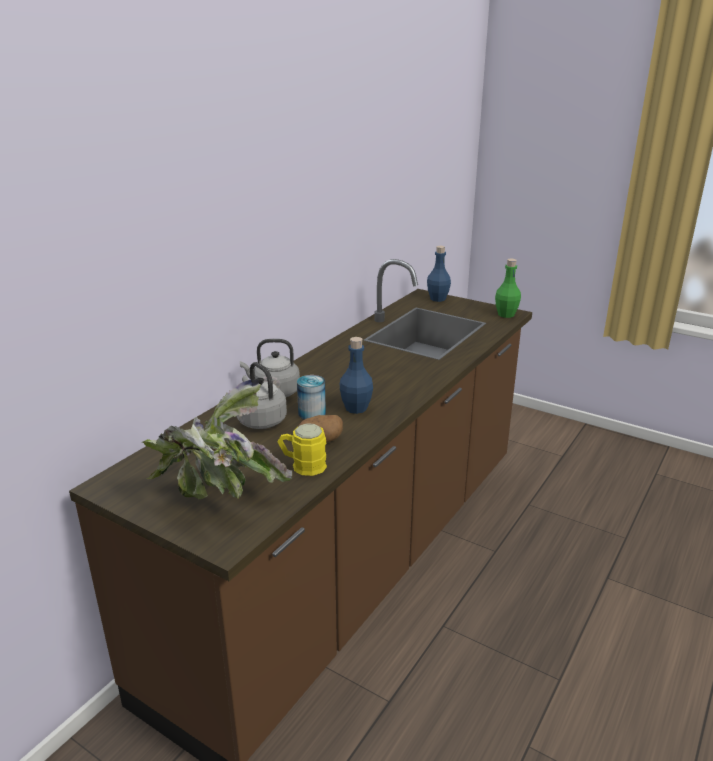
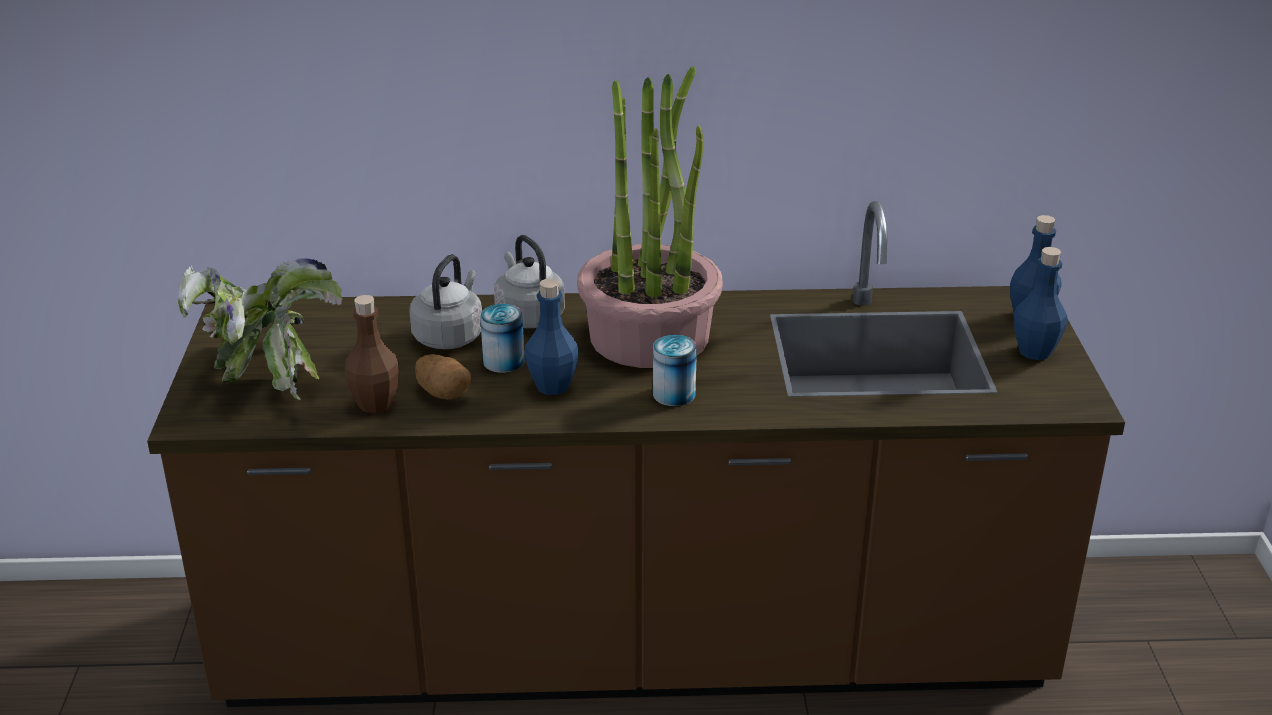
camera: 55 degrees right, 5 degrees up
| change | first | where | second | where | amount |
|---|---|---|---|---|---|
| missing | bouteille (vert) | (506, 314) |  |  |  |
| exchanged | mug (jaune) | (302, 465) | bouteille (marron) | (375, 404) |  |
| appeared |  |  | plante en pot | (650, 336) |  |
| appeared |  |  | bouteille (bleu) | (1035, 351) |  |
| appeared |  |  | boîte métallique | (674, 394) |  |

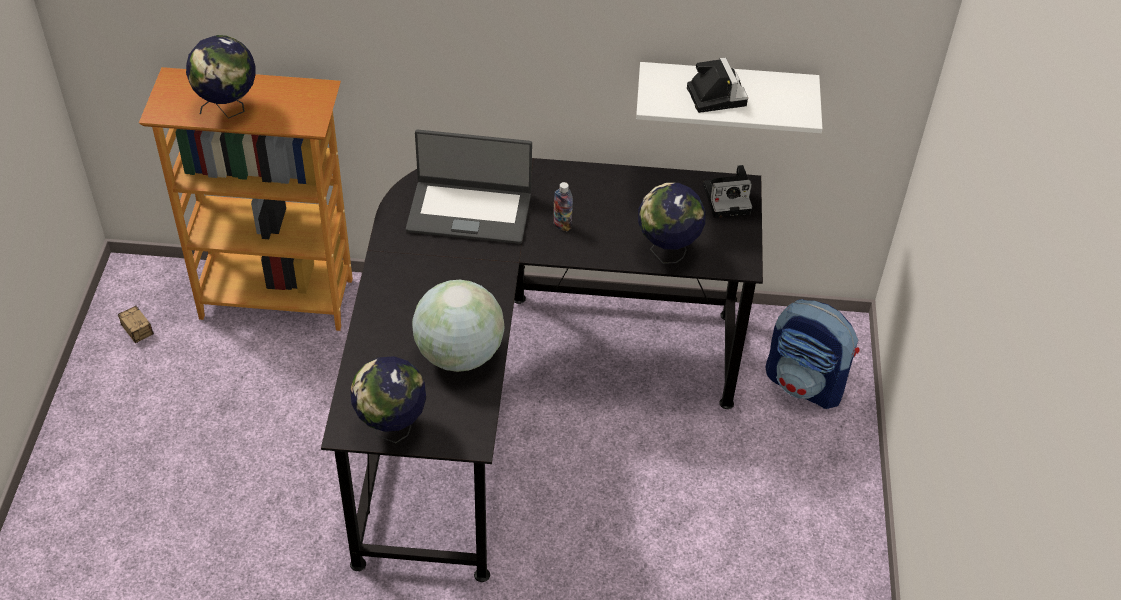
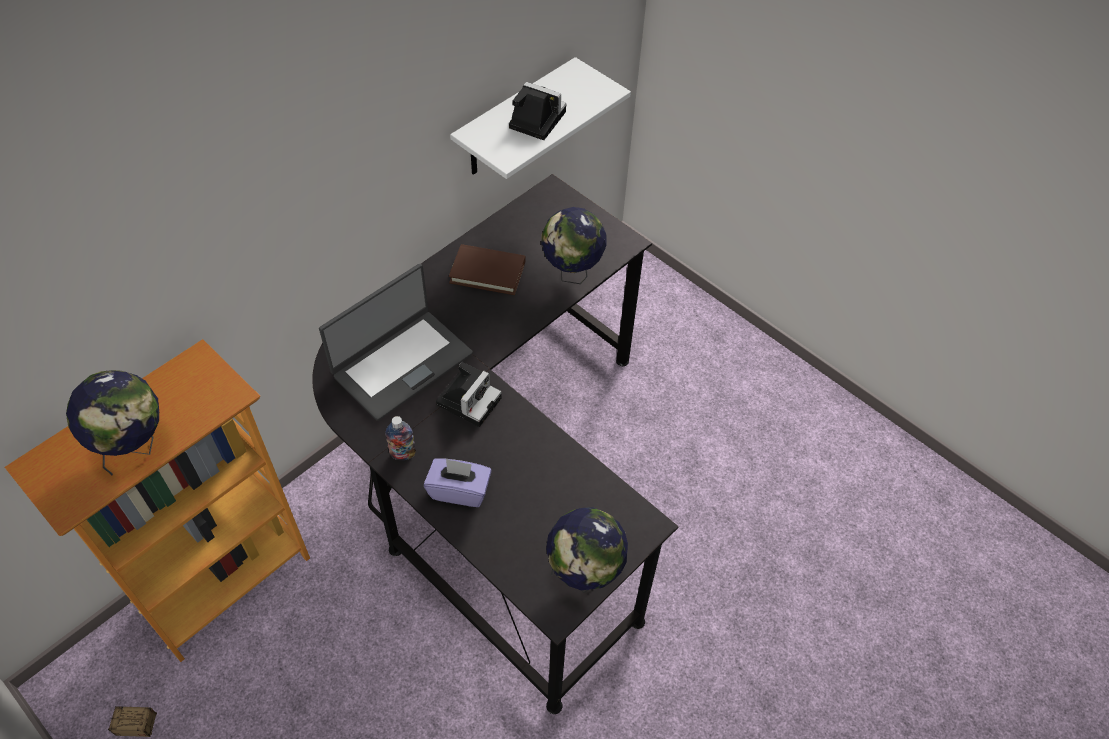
camera: 50 degrees left, 5 degrees up
| change | first | where | second | where | amount |
|---|---|---|---|---|---|
| relocated | appareil photo | (728, 198) |  | (469, 399) |  |
| relocated | bouteille | (562, 225) |  | (403, 454) |  |
| missing | globe | (459, 354) |  |  |  |
| missing | sac à dos | (805, 384) |  |  |  |
| appeared |  |  | livre (marron) | (487, 272) |  |
| appeared |  |  | boîte à mouchoirs (violet) | (459, 490) |  |

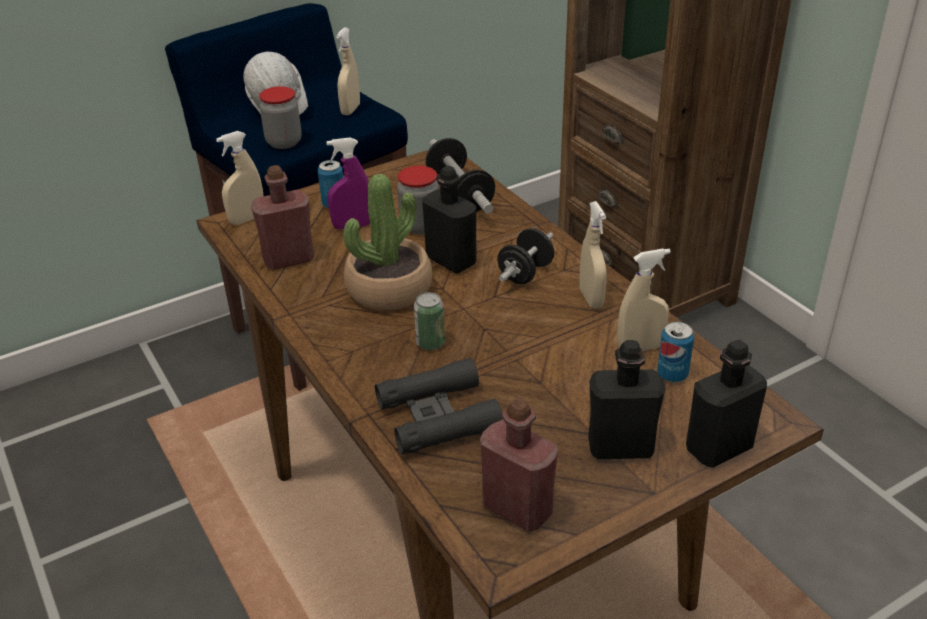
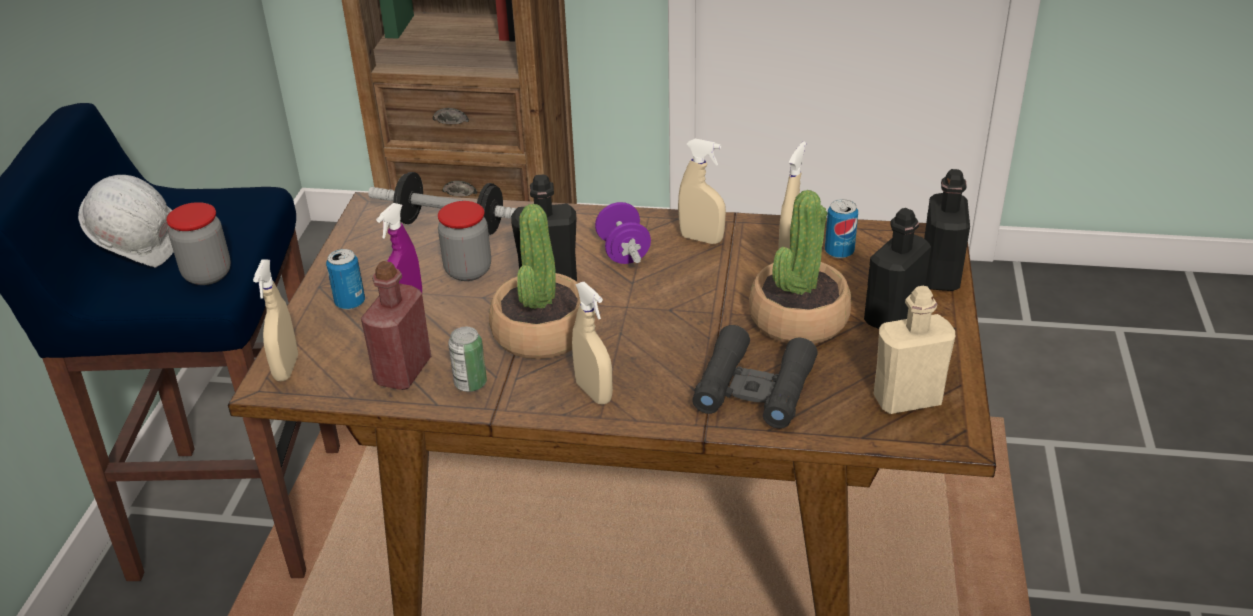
camera: 50 degrees left, 0 degrees up
| change | first | where | second | where | amount |
|---|---|---|---|---|---|
| relocated | vaporisateur (beige) | (350, 110) |  | (593, 392) |  |
| colour | haltère (noir) | (525, 273) | haltère (violet) | (623, 252) |  |
| relocated | boîte métallique | (430, 343) |  | (470, 383) |  |
| colour | bouteille (rouge) | (517, 509) | bouteille (beige) | (907, 399) |  |
| appeared |  |  | plante en pot | (798, 319) |  |

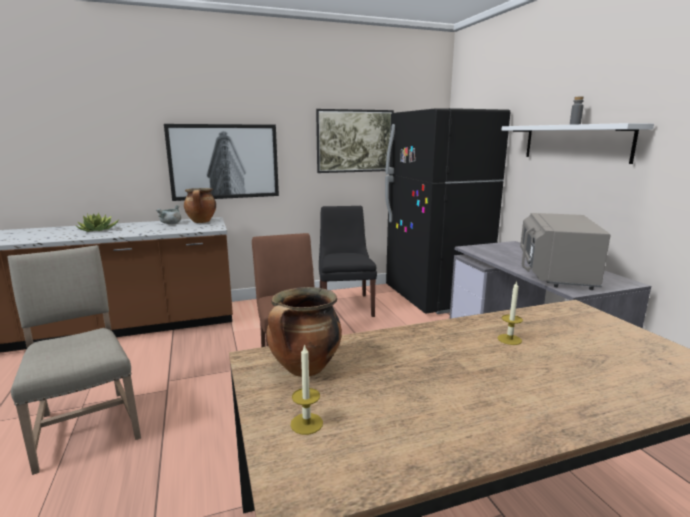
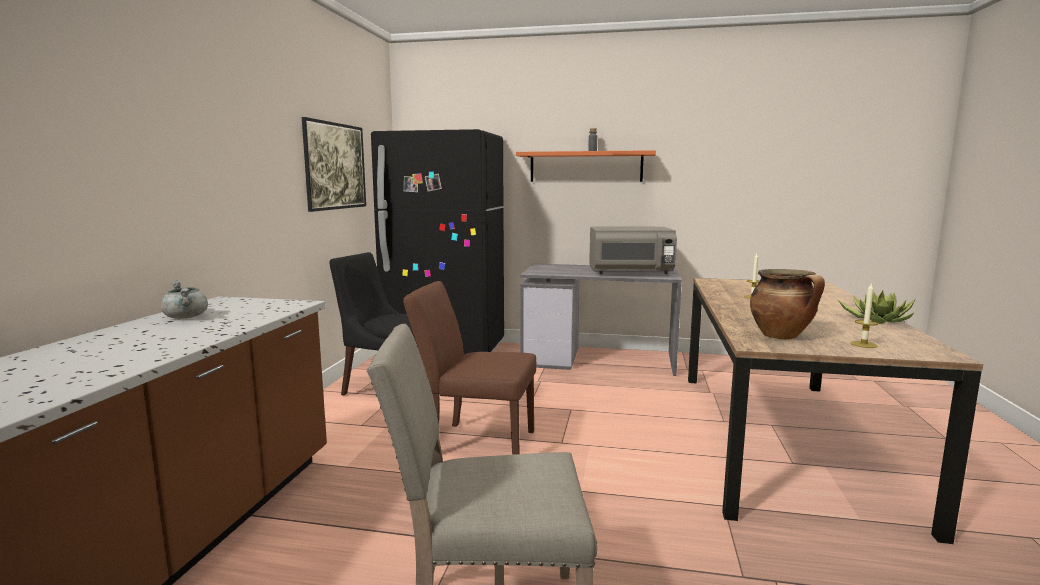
camera: 60 degrees left, 5 degrees down
| change | first | where | second | where | amount |
|---|---|---|---|---|---|
| colour | étagère (blanc) | (575, 142) | étagère (orange) | (586, 167) |  |
| missing | tableau | (224, 161) |  |  |  |
| missing | marmite | (202, 222) |  |  |  |
| relocated | plante en pot | (98, 230) |  | (876, 320) |  |
| spun | micro-ondes (gris) | (554, 274) |  | (630, 273) | 45 degrees counterclockwise |

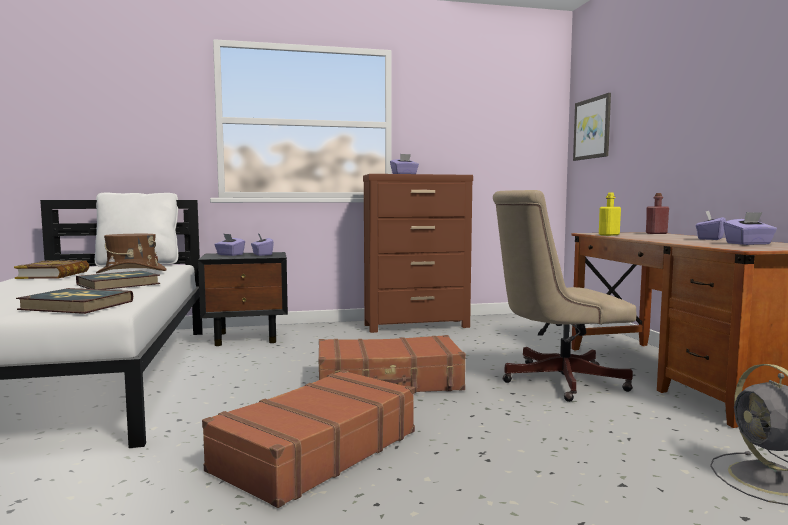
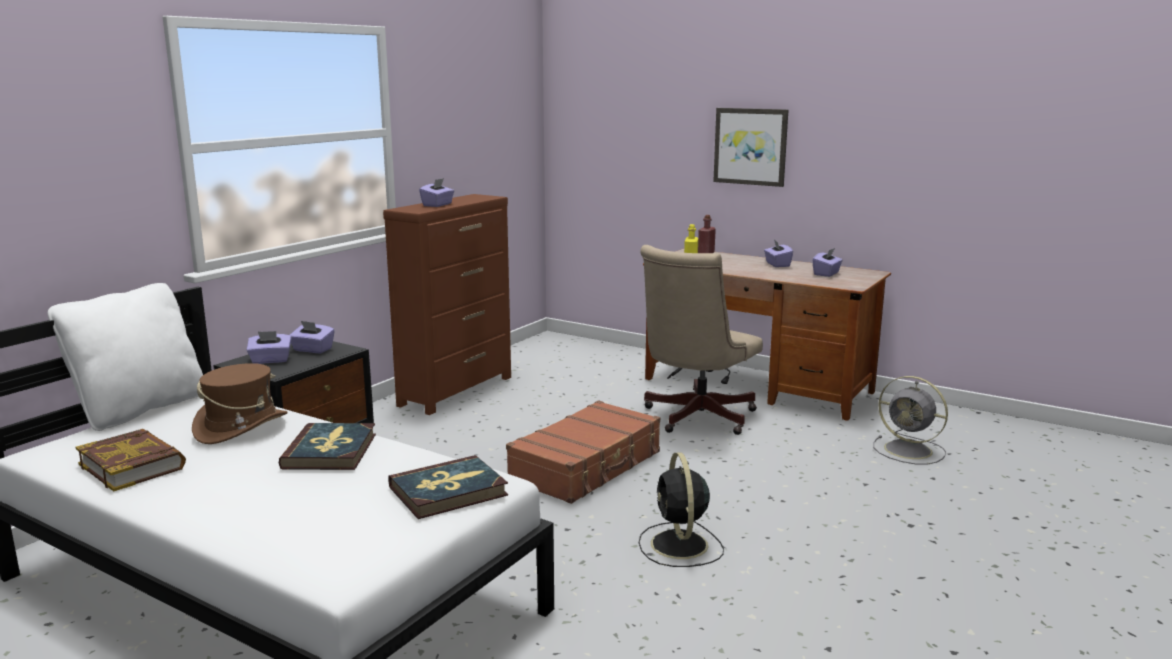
camera: 45 degrees left, 10 degrees up
| change | first | where | second | where | amount |
|---|---|---|---|---|---|
| relocated | tableau | (592, 128) |  | (750, 146) |  |
| exchanged | valise (marron) | (315, 451) | ventilateur (noir) | (680, 546) |  |

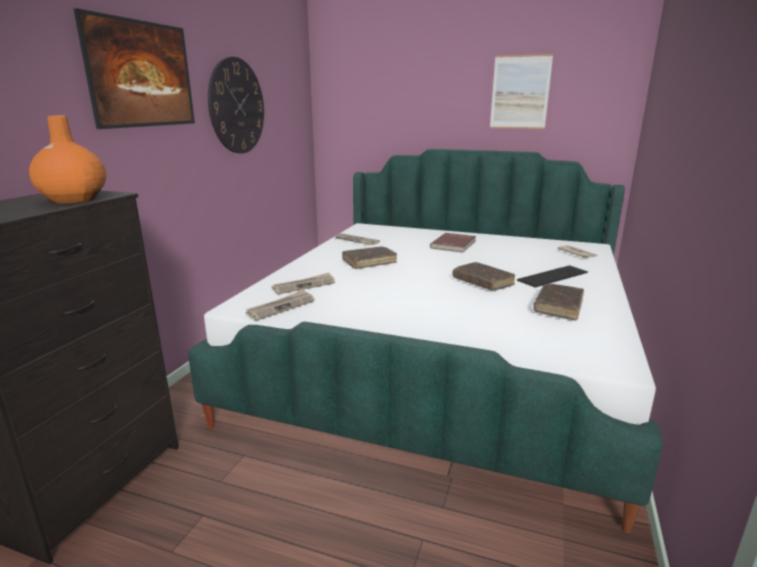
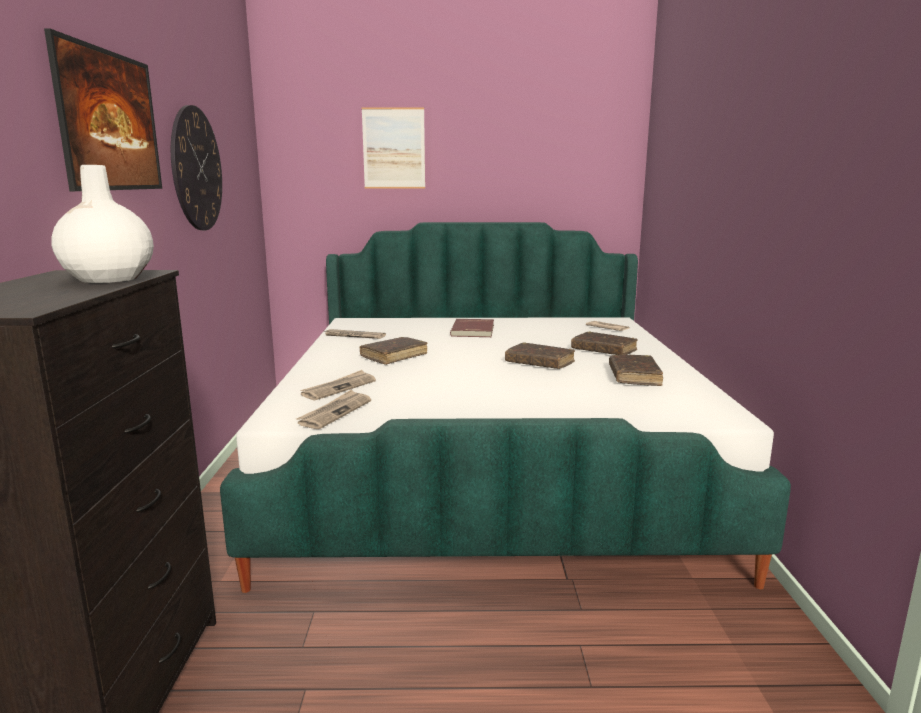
camera: 20 degrees left, 5 degrees down
| change | first | where | second | where | amount |
|---|---|---|---|---|---|
| relocated | tableau | (520, 92) |  | (394, 148) |  |
| colour | vase (orange) | (74, 199) | vase (blanc) | (108, 279) |  |
| exchanged | clavier | (553, 276) | livre (marron) | (603, 350) |  |

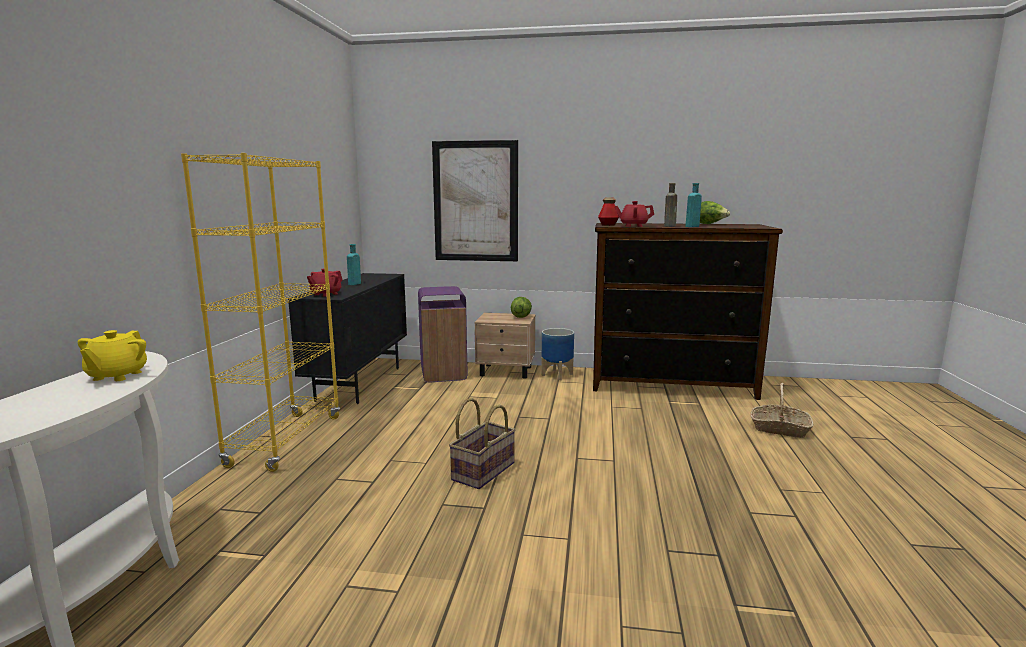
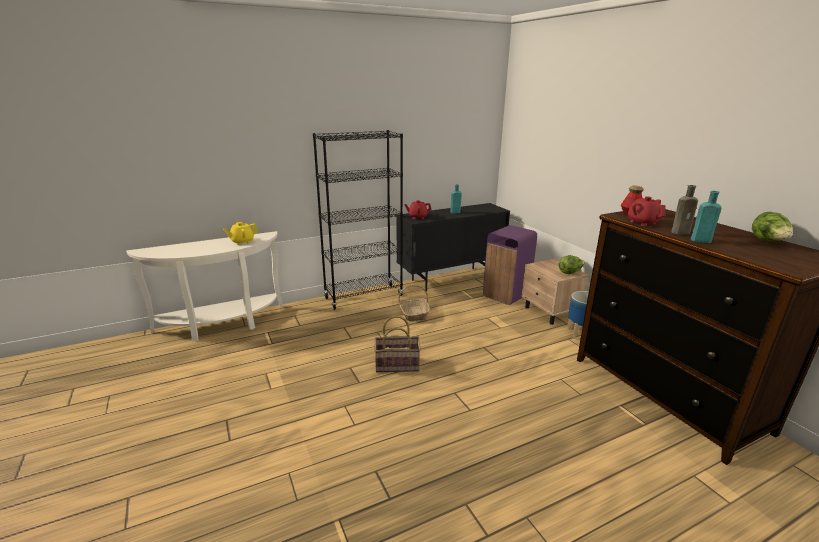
camera: 55 degrees right, 10 degrees up
| change | first | where | second | where | amount |
|---|---|---|---|---|---|
| missing | tableau | (475, 201) |  |  |  |
| colour | bibliothèque (jaune) | (286, 441) | bibliothèque (noir) | (363, 297) |  |
| relocated | panier | (779, 429) |  | (414, 313) |  |

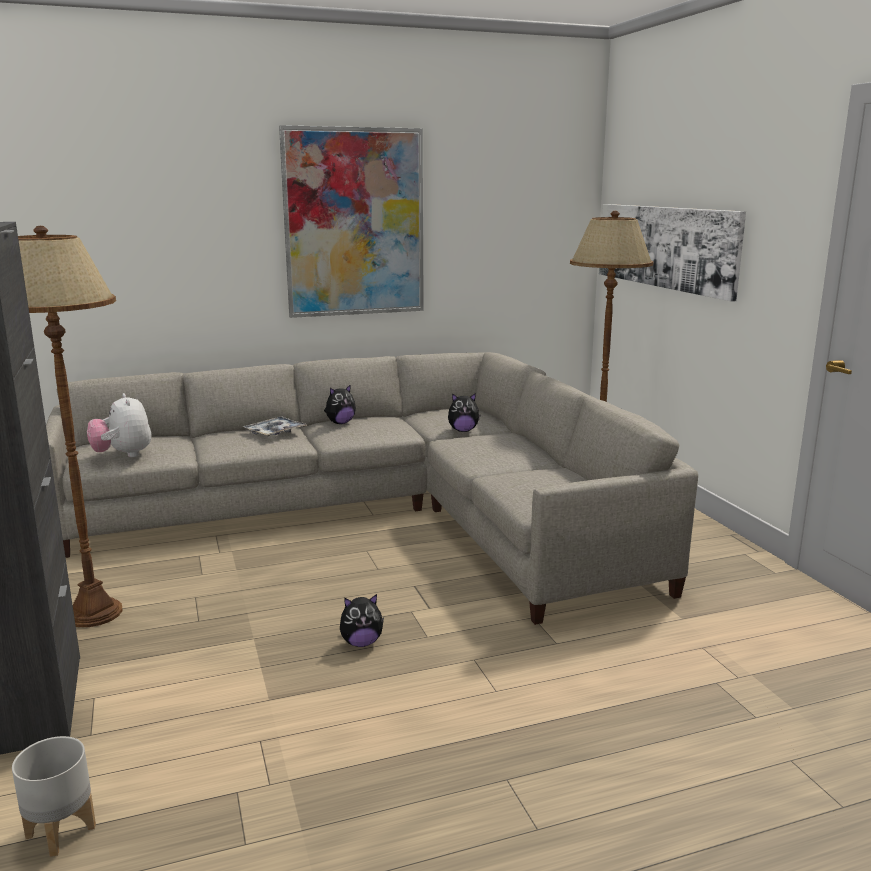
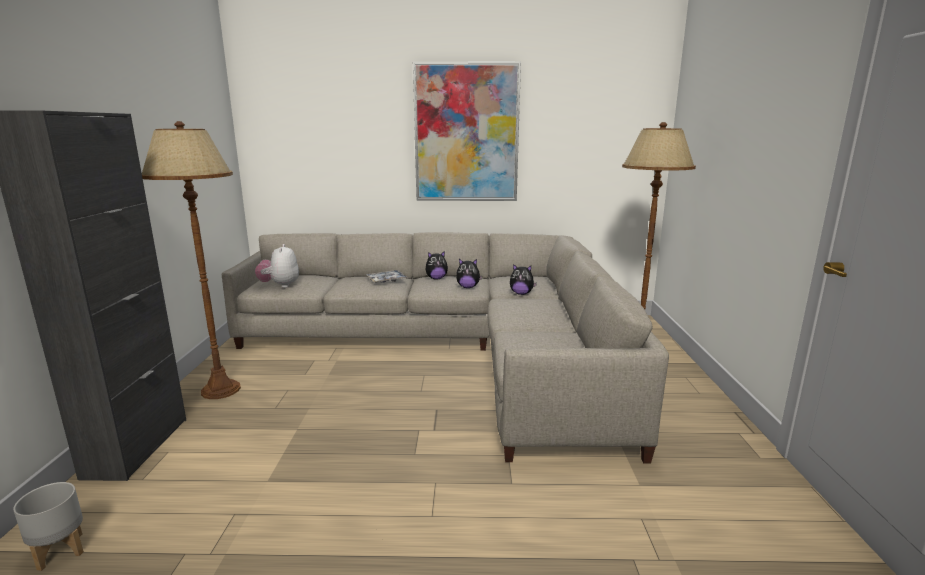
camera: 20 degrees right, 0 degrees up
| change | first | where | second | where | amount |
|---|---|---|---|---|---|
| missing | tableau | (665, 247) |  |  |  |
| relocated | peluche | (361, 643) |  | (468, 287) |  |

